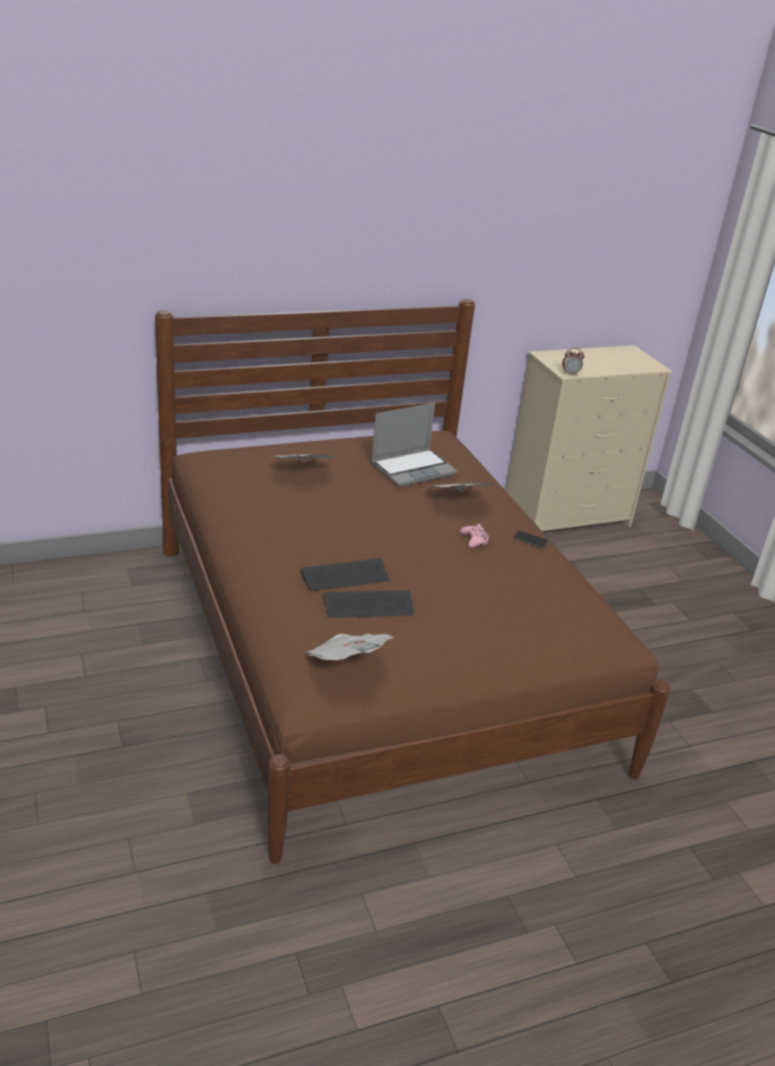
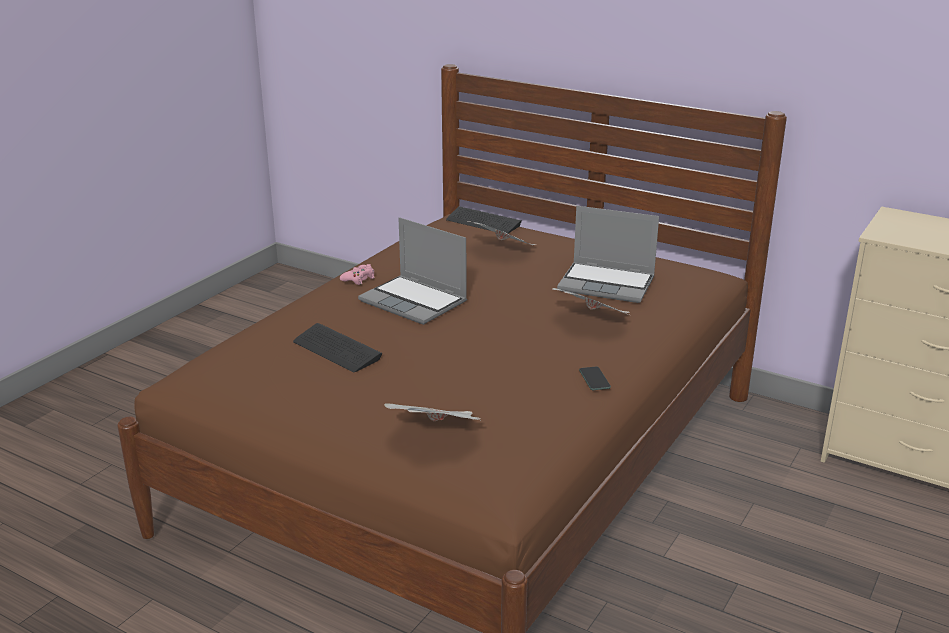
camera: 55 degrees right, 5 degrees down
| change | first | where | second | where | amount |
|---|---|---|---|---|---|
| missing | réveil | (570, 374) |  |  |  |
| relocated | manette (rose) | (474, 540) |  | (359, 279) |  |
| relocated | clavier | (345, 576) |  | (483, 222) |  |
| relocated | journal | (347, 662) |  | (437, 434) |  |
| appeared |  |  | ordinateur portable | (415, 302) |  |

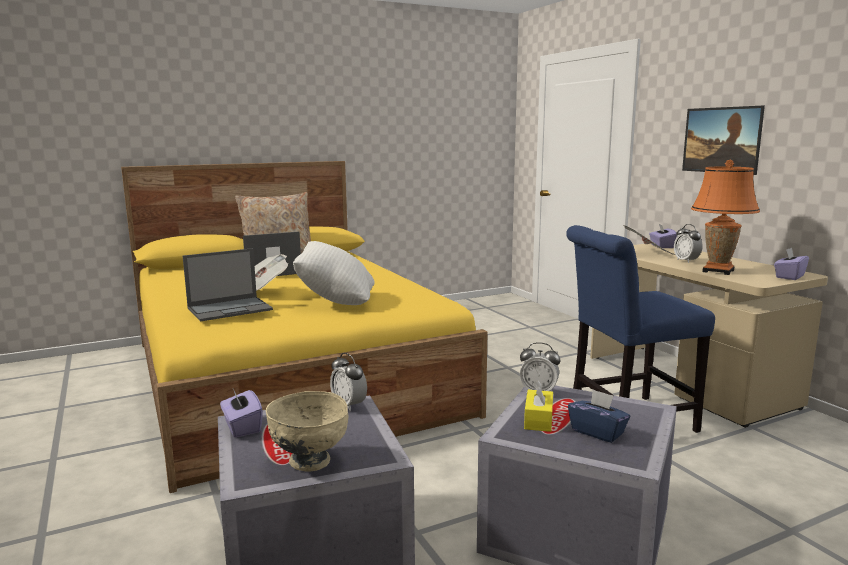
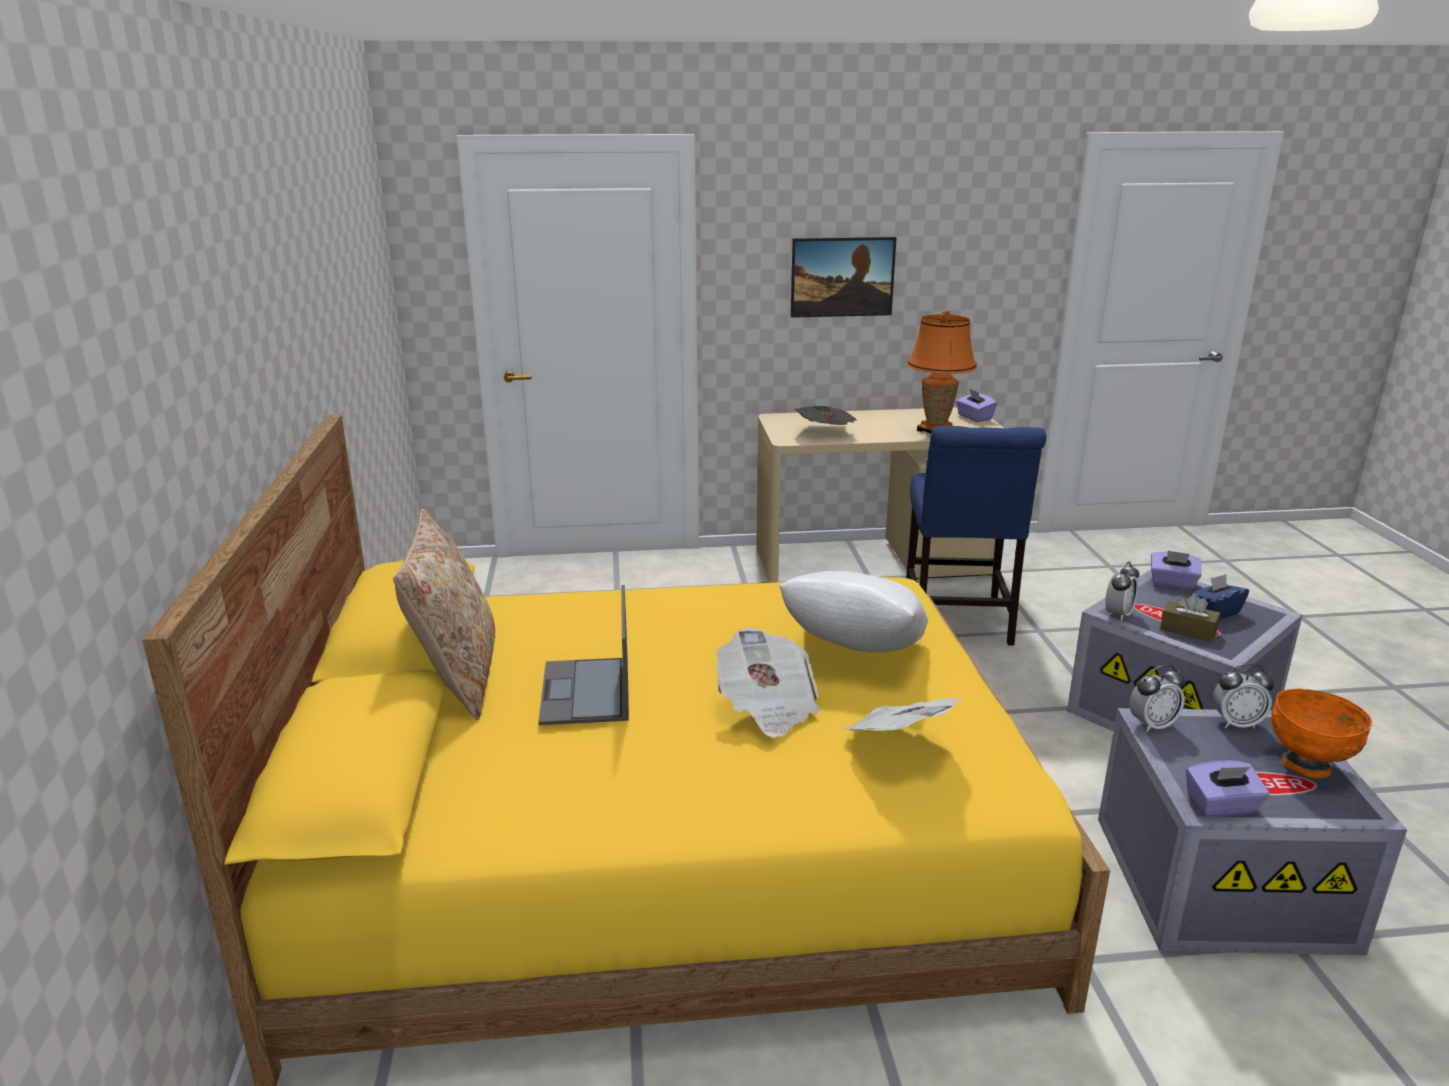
camera: 70 degrees left, 10 degrees up
| change | first | where | second | where | amount |
|---|---|---|---|---|---|
| relocated | boîte à mouchoirs (violet) | (661, 246) |  | (1172, 583) |  |
| relocated | réveil | (686, 261) |  | (1236, 723) |  |
| exchanged | ordinateur portable | (230, 309) | journal | (899, 739) |  |
| colour | boîte à mouchoirs (jaune) | (538, 419) | boîte à mouchoirs (marron) | (1188, 630) |  |
| colour | bol (beige) | (310, 462) | bol (orange) | (1307, 766) |  |

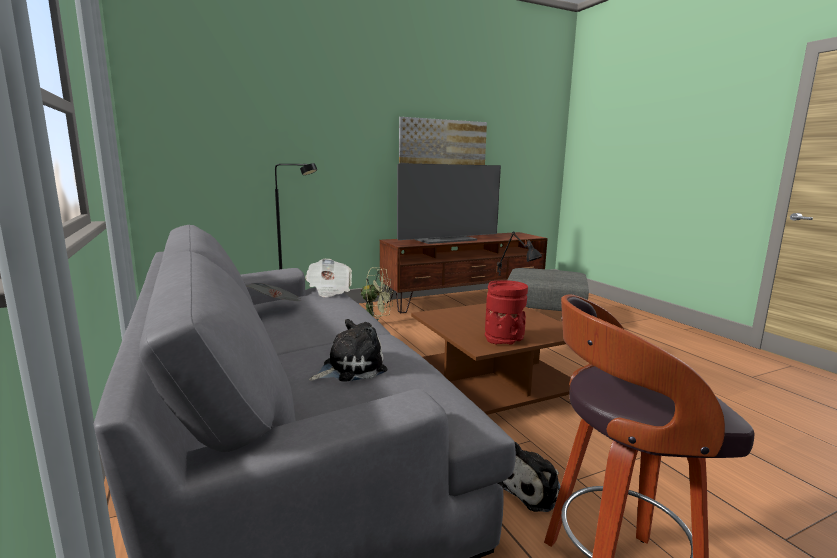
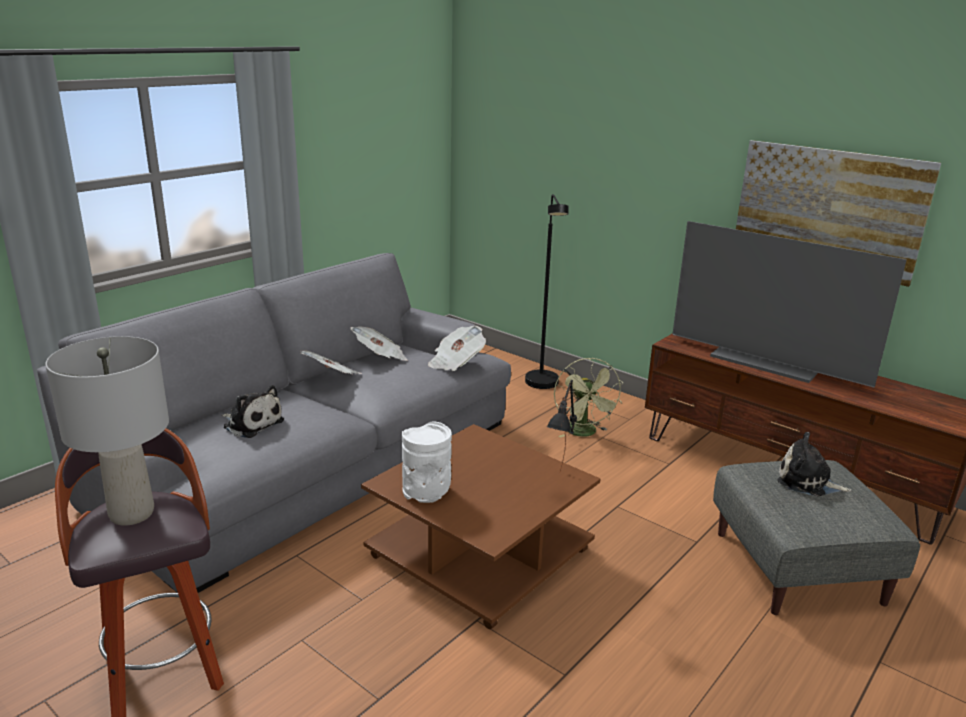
camera: 65 degrees right, 10 degrees up
| change | first | where | second | where | amount |
|---|---|---|---|---|---|
| colour | vase (rouge) | (504, 339) | vase (blanc) | (426, 493) |  |
| relocated | peluche | (534, 489) |  | (807, 482) |  |
| appeared |  |  | lampe de table (gris) | (132, 513) |  |
| appeared |  |  | journal | (331, 377) |  |

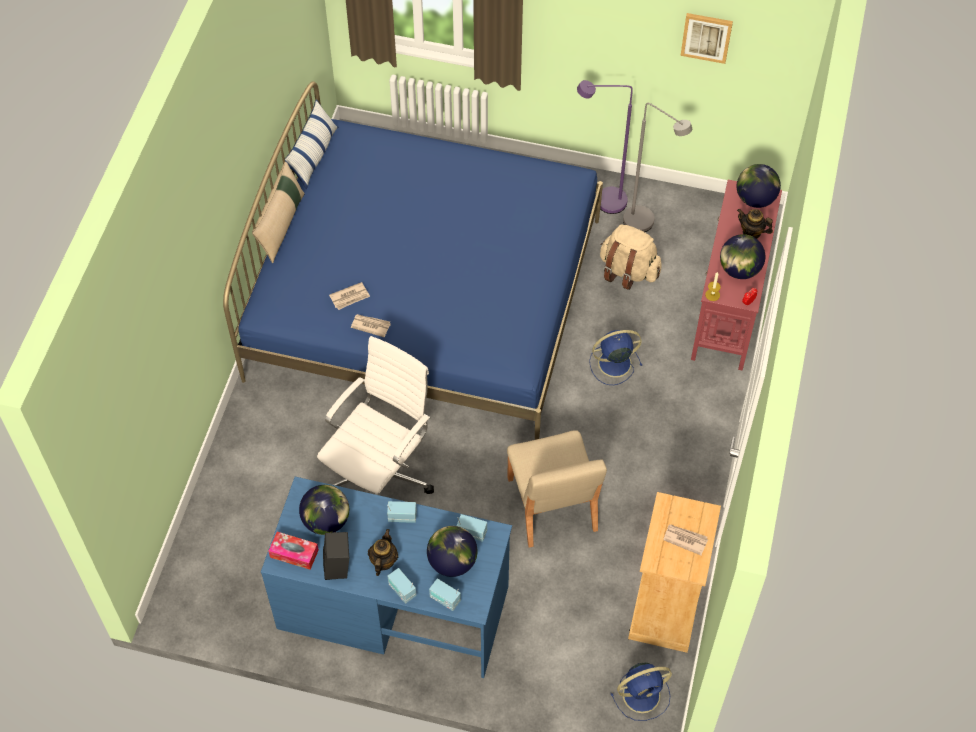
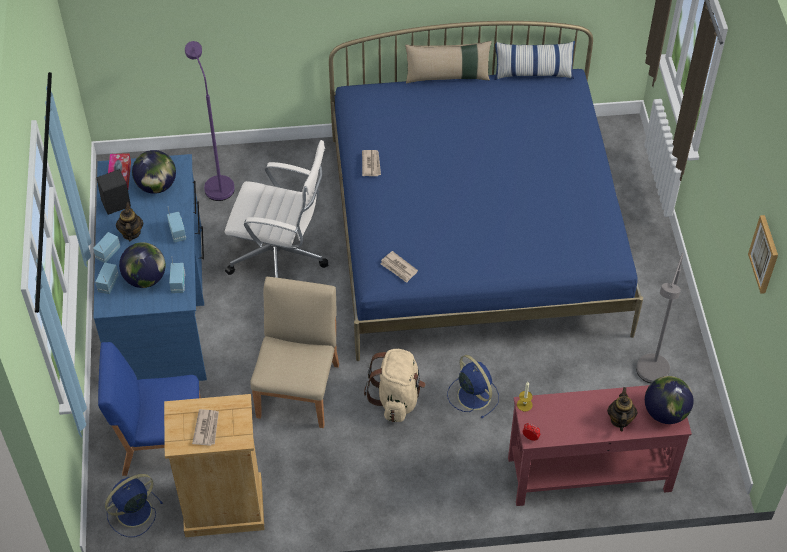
camera: 70 degrees right, 5 degrees down
| change | first | where | second | where | amount |
|---|---|---|---|---|---|
| relocated | lampadaire (violet) | (602, 202) |  | (217, 183) |  |
| relocated | sac à dos (beige) | (628, 271) |  | (397, 398) |  |
| missing | globe | (739, 270) |  |  |  |
| relocated | journal | (350, 297) |  | (398, 268) |  |
| spun | chaise (beige) | (552, 505) |  | (299, 389) | 135 degrees clockwise |
| spun | théière | (383, 561) |  | (131, 233) | 90 degrees counterclockwise |
| spun | ventilateur (bleu) | (643, 694) |  | (132, 512) | 90 degrees clockwise |
| appeared |  |  | chaise (bleu) | (161, 442) |  |

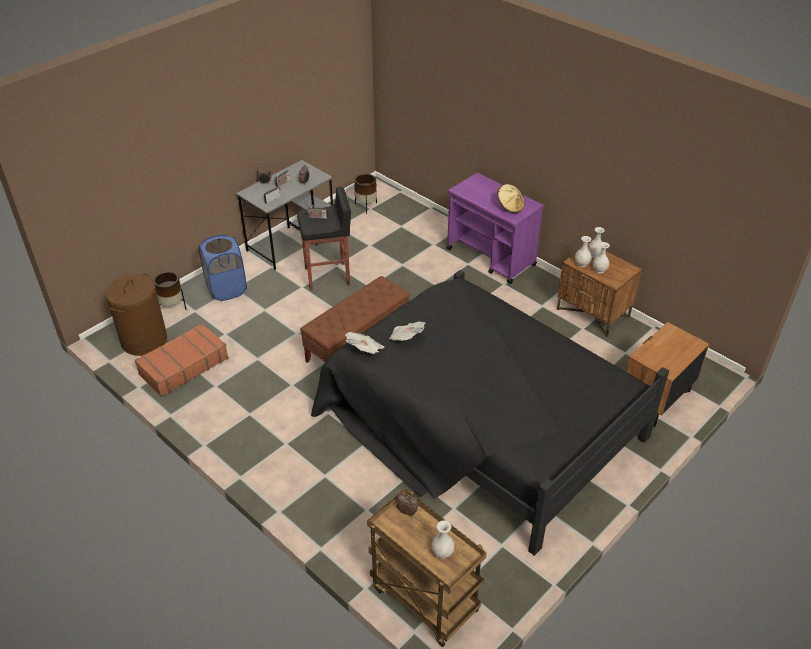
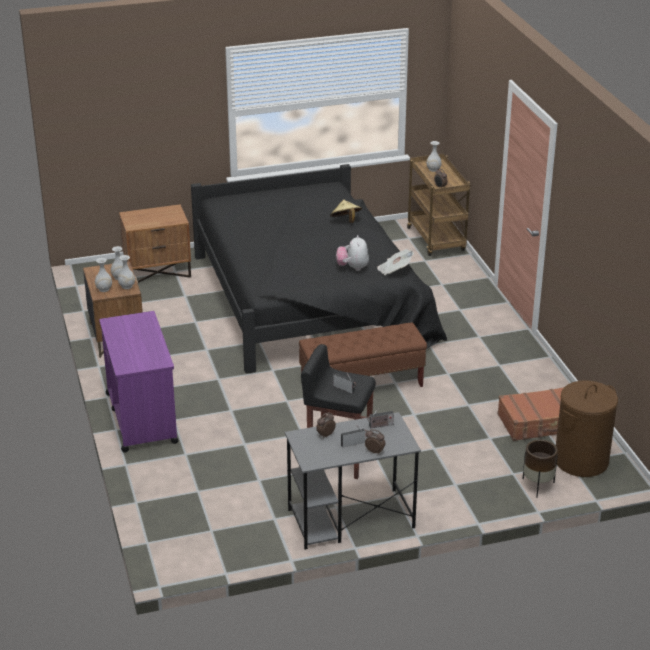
camera: 150 degrees left, 10 degrees down
| change | first | where | second | where | amount |
|---|---|---|---|---|---|
| missing | cache-pot (marron) | (366, 206) |  |  |  |
| relocated | chapeau (beige) | (510, 206) |  | (345, 221) |  |
| missing | panier à linge (bleu) | (226, 289) |  |  |  |
| exchanged | journal | (406, 338) | peluche | (352, 268) |  |

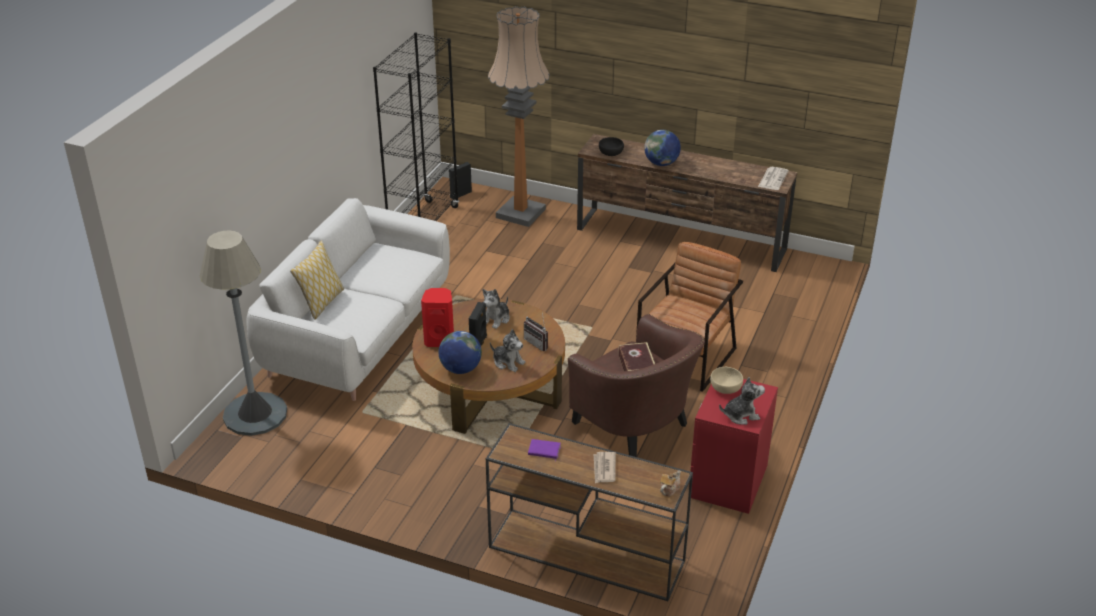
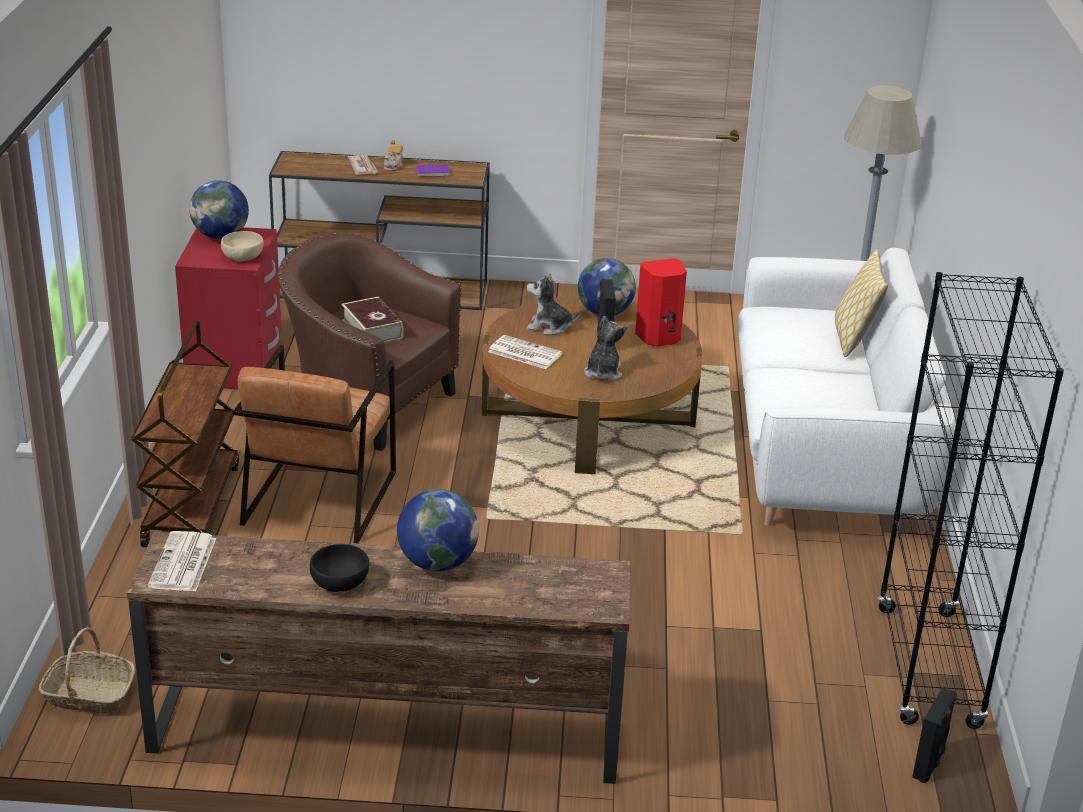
camera: 160 degrees right, 5 degrees down
| change | first | where | second | where | amount |
|---|---|---|---|---|---|
| missing | lampadaire | (520, 213) |  |  |  |
| relocated | bol (noir) | (610, 153) |  | (340, 582) |  |
| exchanged | radio | (538, 343) | journal | (523, 353) |  |
| exchanged | peluche | (741, 415) | globe | (221, 236) |  |
| relocated | théière | (669, 489) |  | (394, 166) |  |
| appeared |  |  | chariot (marron) | (191, 505) |  |
| appeared |  |  | panier | (89, 695) |  |

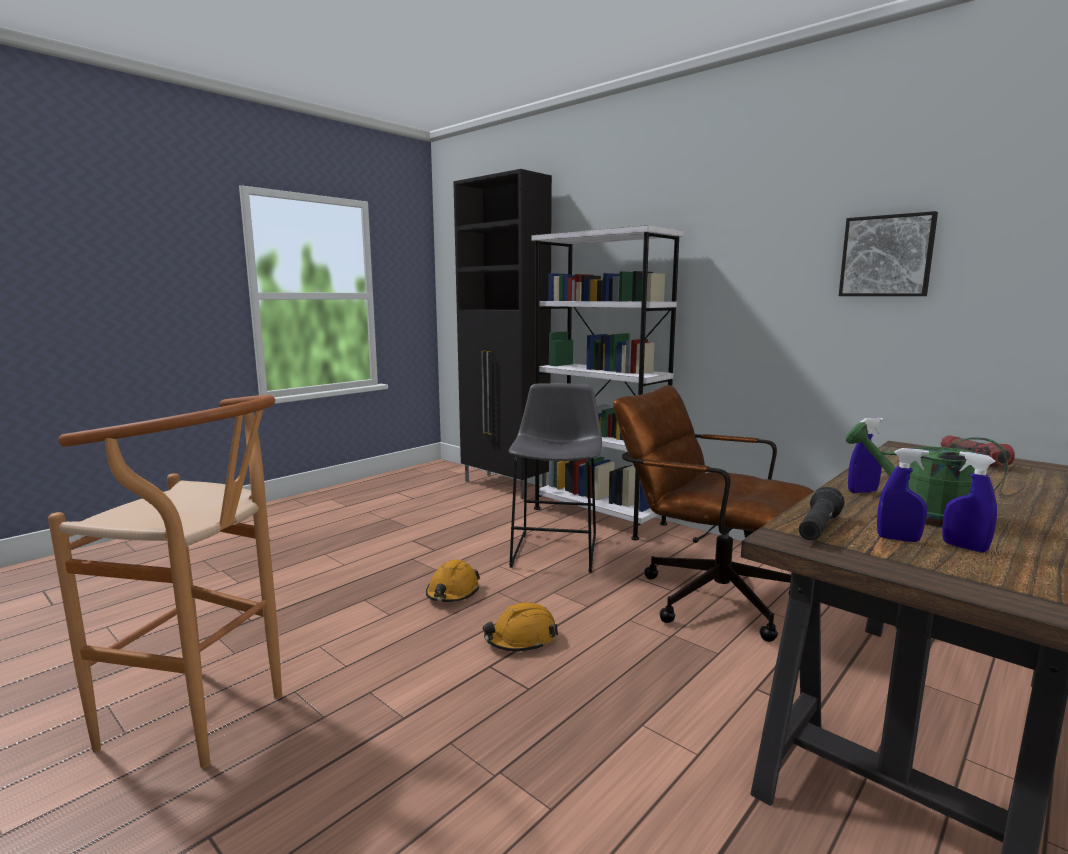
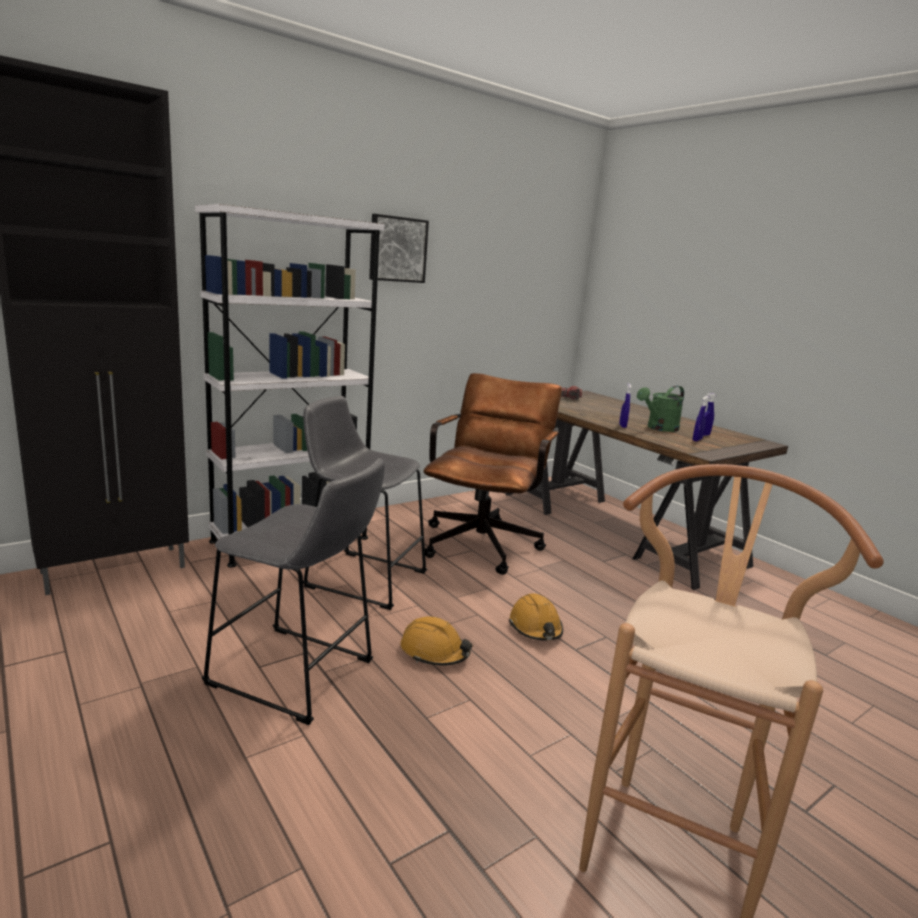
camera: 80 degrees left, 5 degrees up
| change | first | where | second | where | amount |
|---|---|---|---|---|---|
| relocated | tableau | (887, 256) |  | (397, 249) |  |
| spun | chaise de bureau (marron) | (705, 594) |  | (484, 541) | 150 degrees clockwise |
| missing | lampe de poche (noir) | (818, 529) |  |  |  |
| appeared |  |  | tabouret (gris) | (298, 676) |  |

